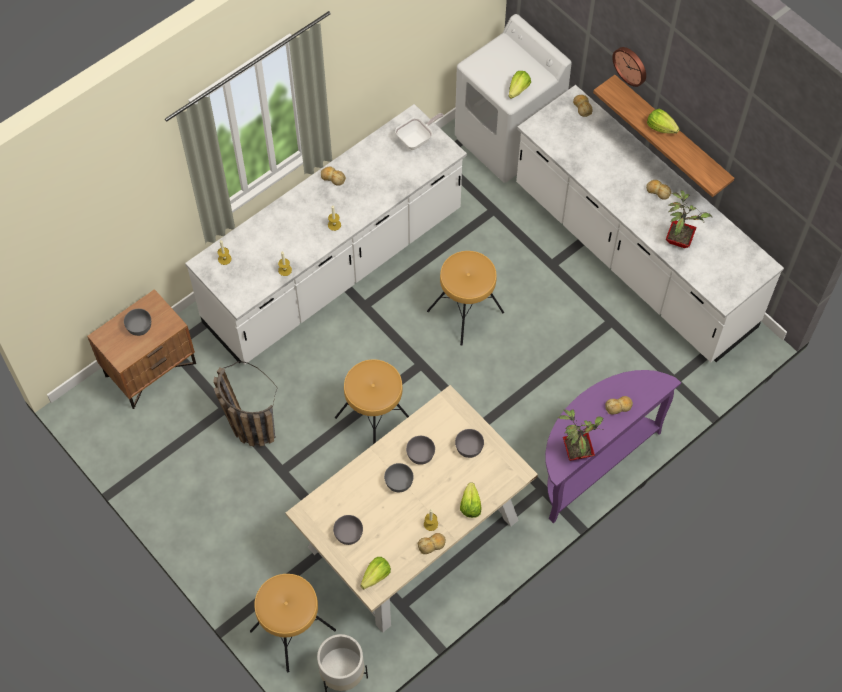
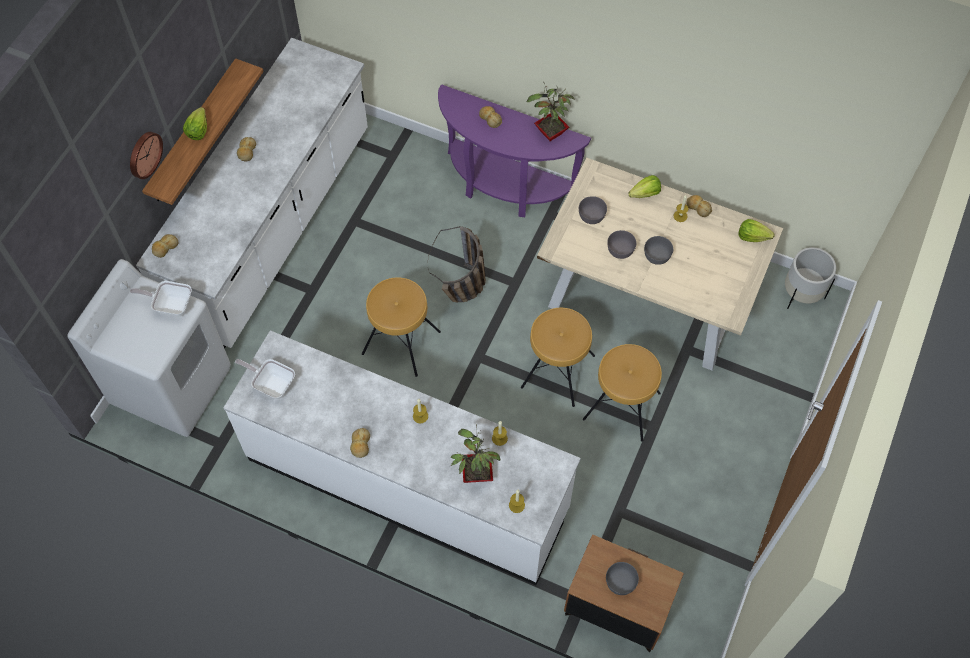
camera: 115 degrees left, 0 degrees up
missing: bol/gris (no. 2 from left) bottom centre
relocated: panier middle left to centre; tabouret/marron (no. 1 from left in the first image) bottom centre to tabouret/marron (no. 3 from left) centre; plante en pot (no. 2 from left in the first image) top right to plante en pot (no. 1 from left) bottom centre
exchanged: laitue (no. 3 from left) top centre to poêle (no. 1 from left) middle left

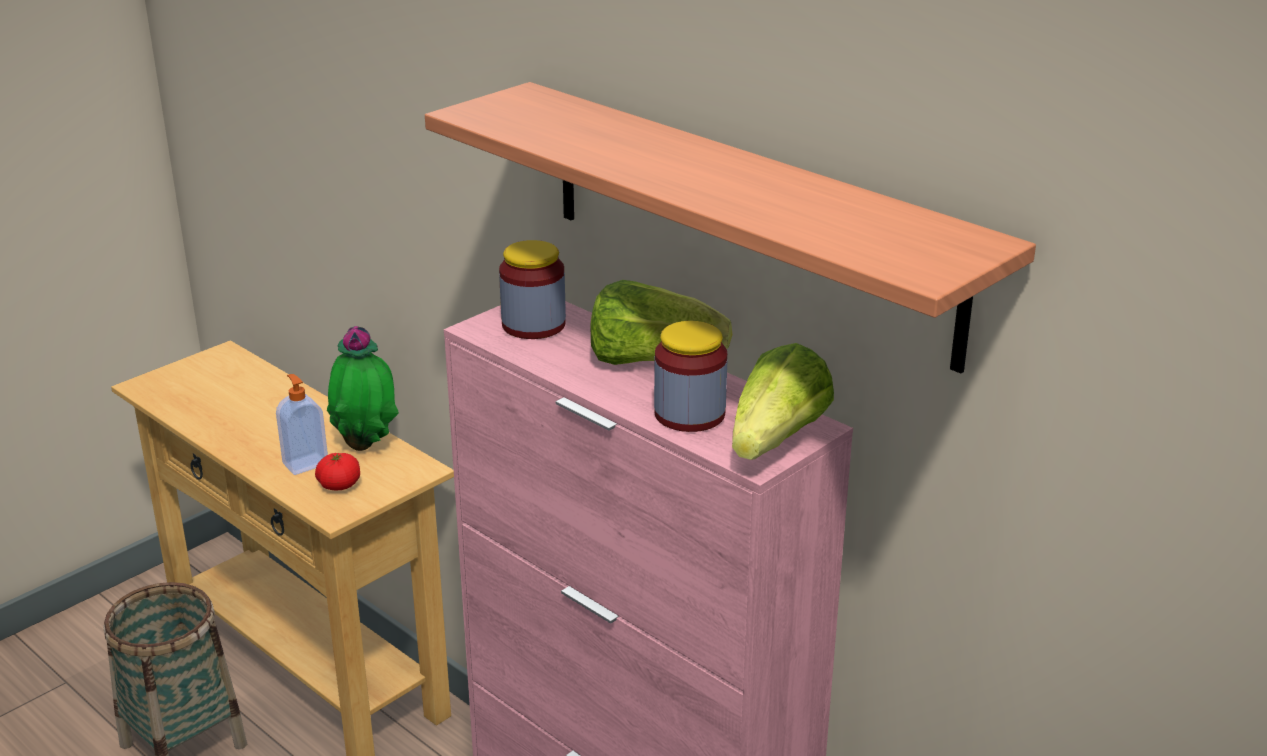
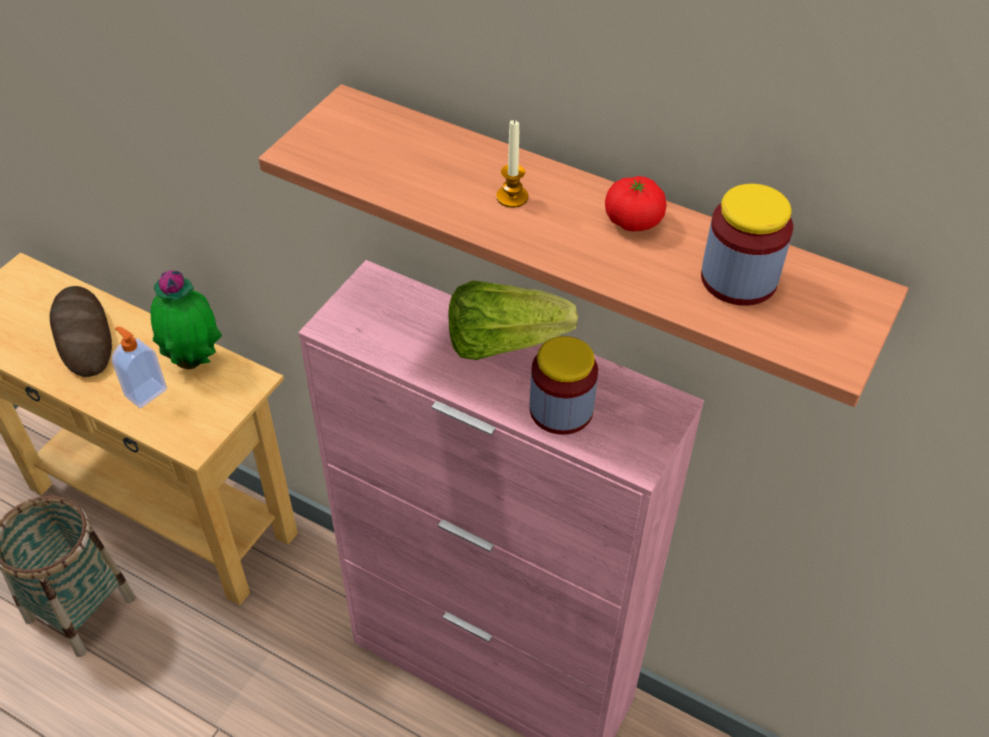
camera: 15 degrees left, 20 degrees up
missing: laitue (no. 2 from left) centre
appeared: pain middle left; bougie top centre
relocated: tomate middle left to top centre; bocal (no. 1 from left in the first image) centre to bocal (no. 2 from left) top right

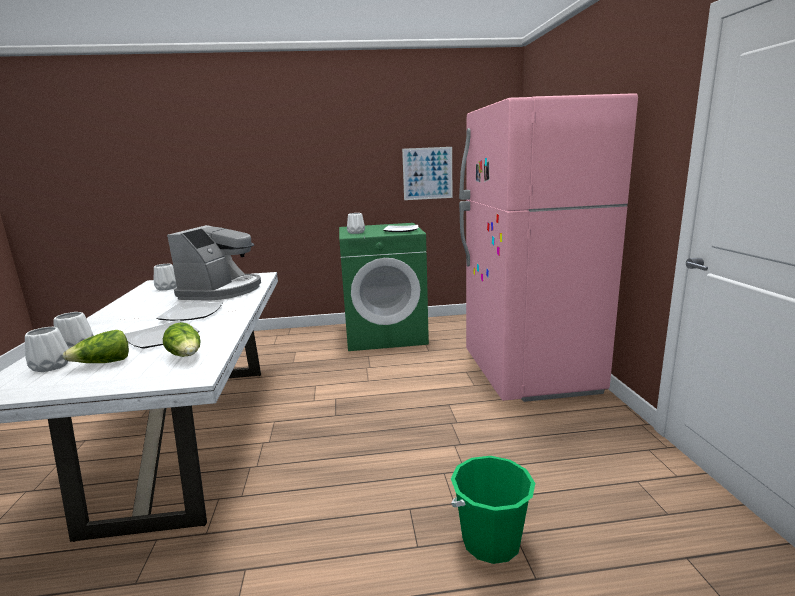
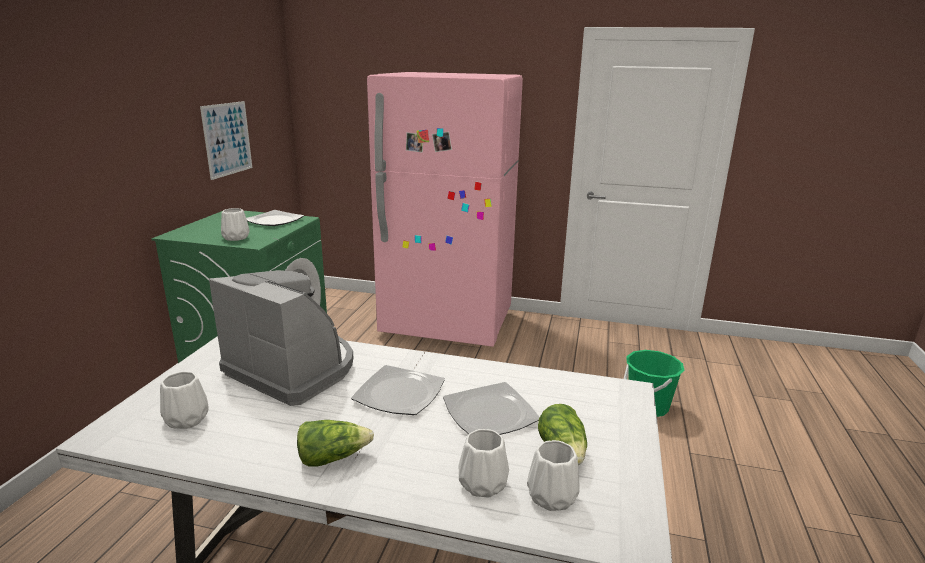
camera: 70 degrees left, 5 degrees up
relocated: laitue (no. 2 from left in the first image) middle left to laitue (no. 1 from left) bottom centre

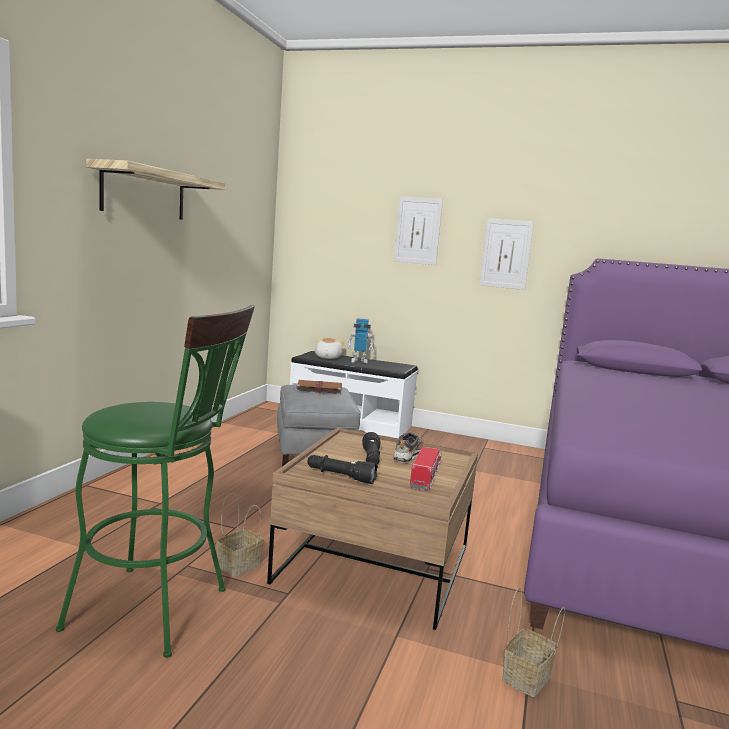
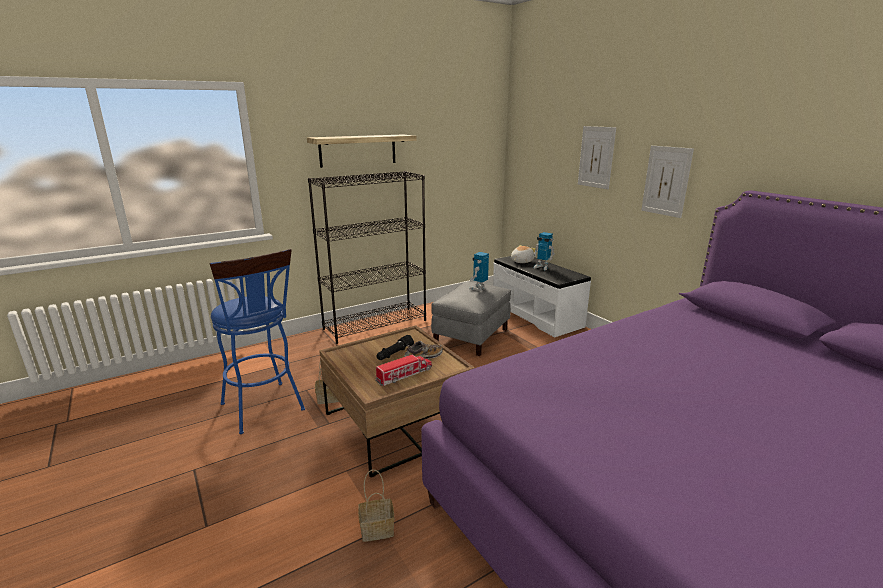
camera: 40 degrees right, 10 degrees up
missing: lampe de poche/noir (no. 1 from left) centre
appeared: bibliothèque/noir centre
exchanged: livre/marron centre to robot jouet (no. 1 from left) centre
colour: tabouret/vert middle left to tabouret/bleu middle left

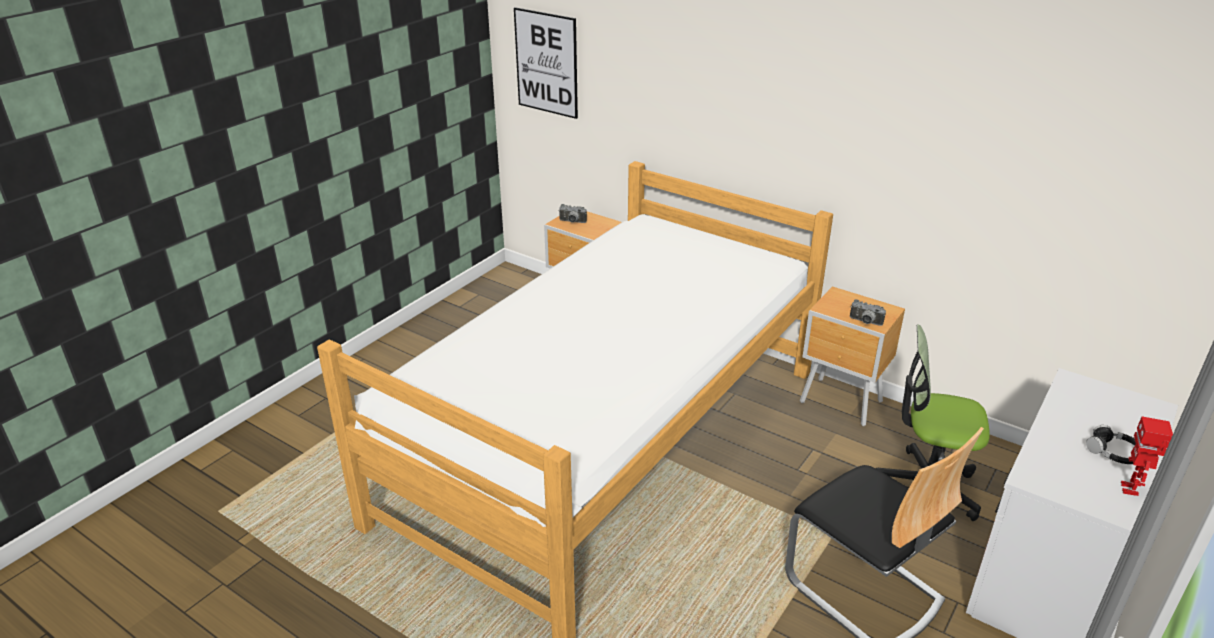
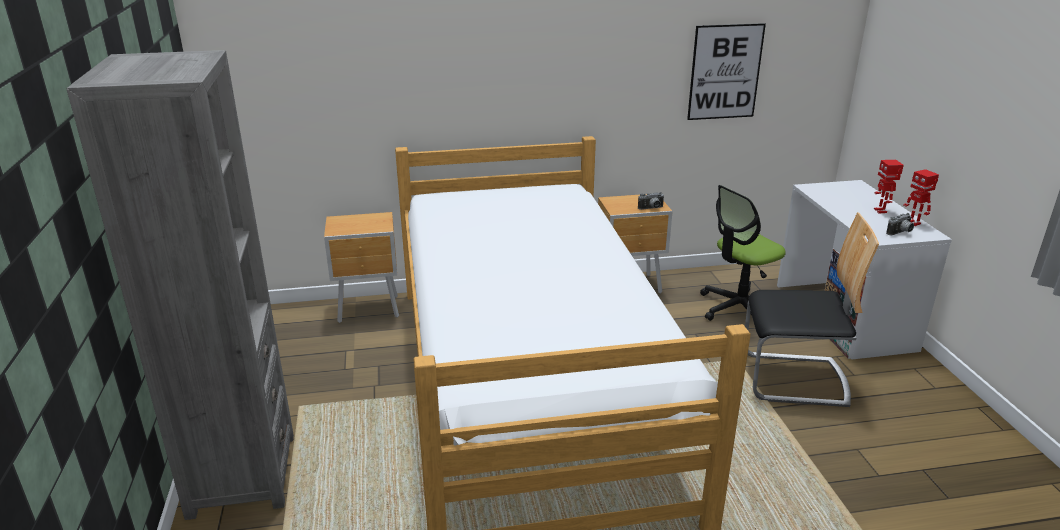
camera: 45 degrees left, 5 degrees down
appeared: bibliothèque/gris middle left
relocated: tableau top centre to top right; appareil photo (no. 1 from left in the first image) centre to appareil photo (no. 2 from left) middle right
exchanged: casque audio/noir bottom right to robot jouet (no. 1 from left) middle right

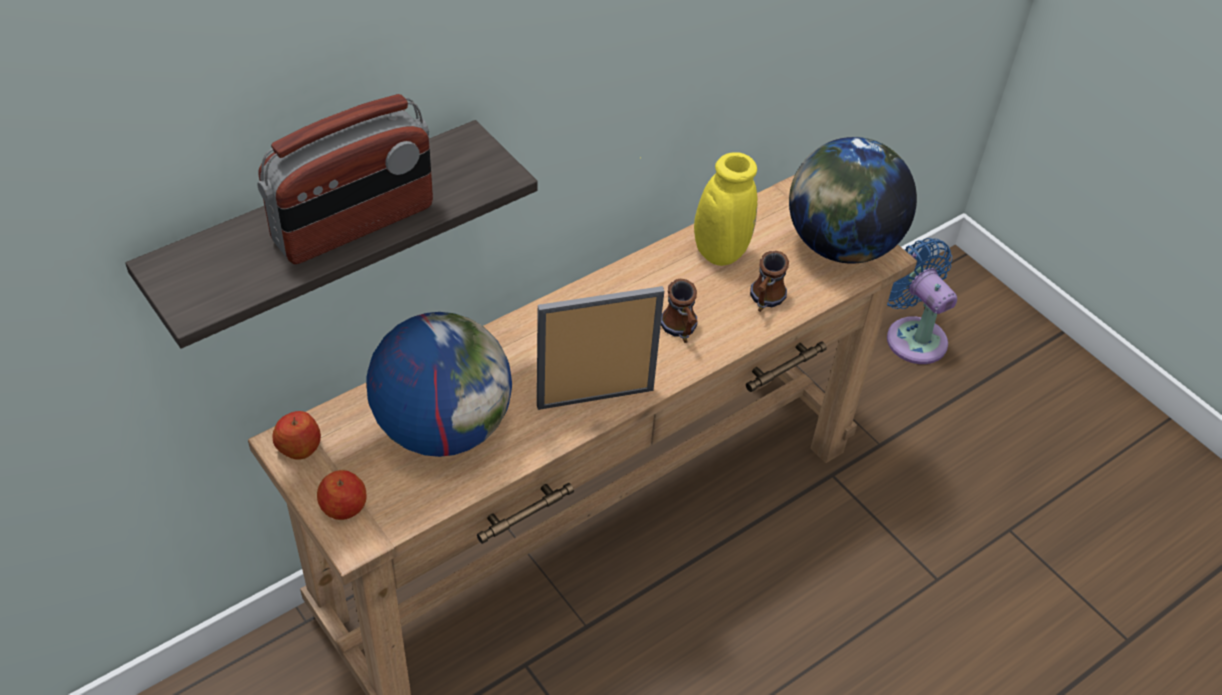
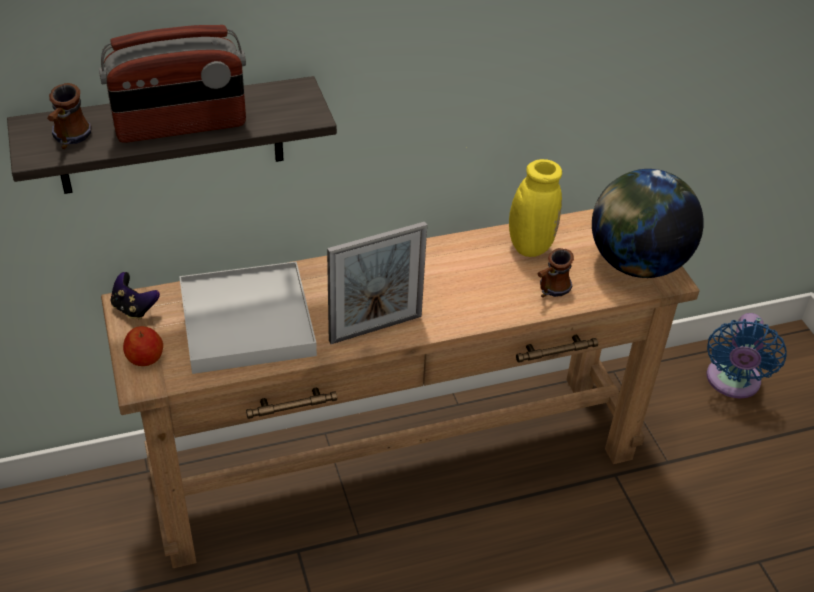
camera: 20 degrees right, 5 degrees down
relocated: mug (no. 1 from left) centre to top left
exchanged: pomme (no. 1 from left) middle left to manette middle left; globe (no. 1 from left) centre to plateau/blanc middle left
spun: cadre photo centre = centre 150 degrees clockwise; ventilateur/bleu middle right = middle right 150 degrees counterclockwise

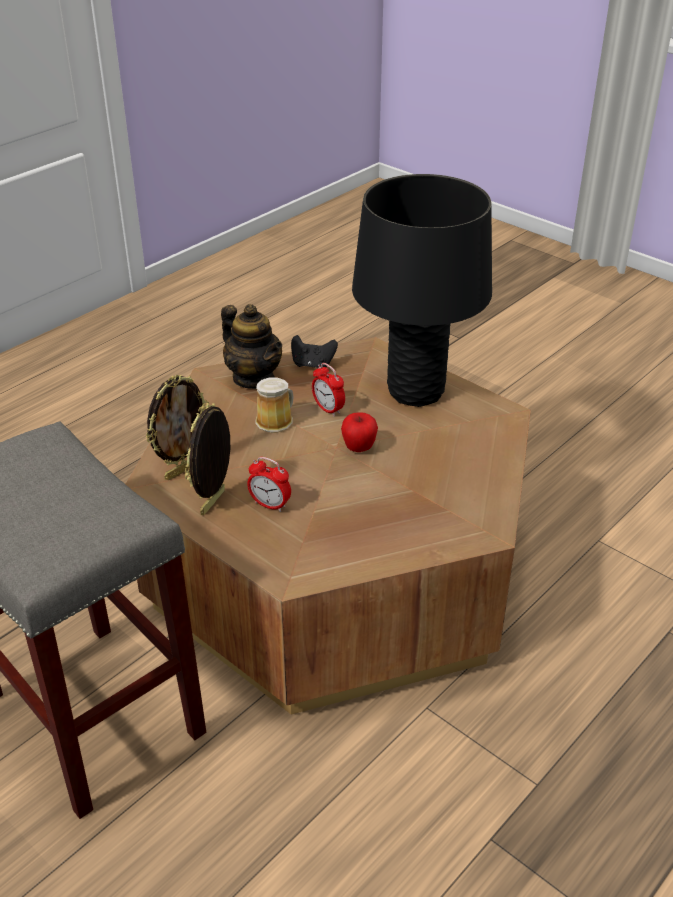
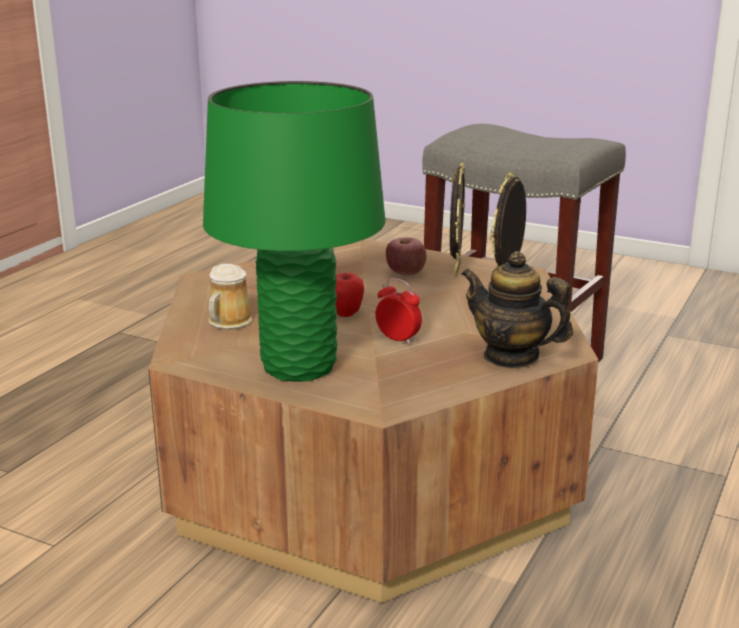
camera: 165 degrees right, 15 degrees down
missing: manette/noir centre
relocated: mug centre to middle left
exchanged: réveil (no. 1 from left) centre to pomme (no. 2 from left) centre
colour: lampe de table/noir top centre to lampe de table/vert centre

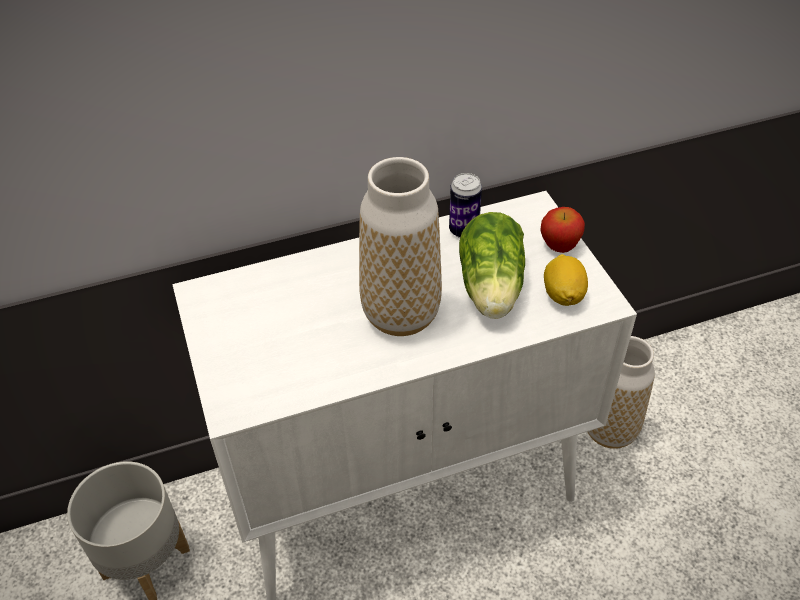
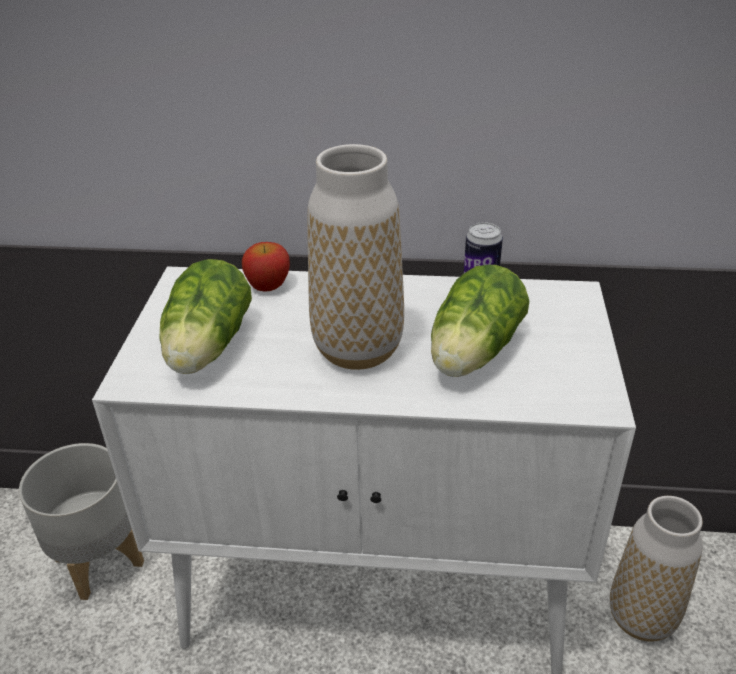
camera: 25 degrees right, 10 degrees down
missing: citron middle right
appeared: laitue (no. 1 from left) middle left
relocated: pomme middle right to centre

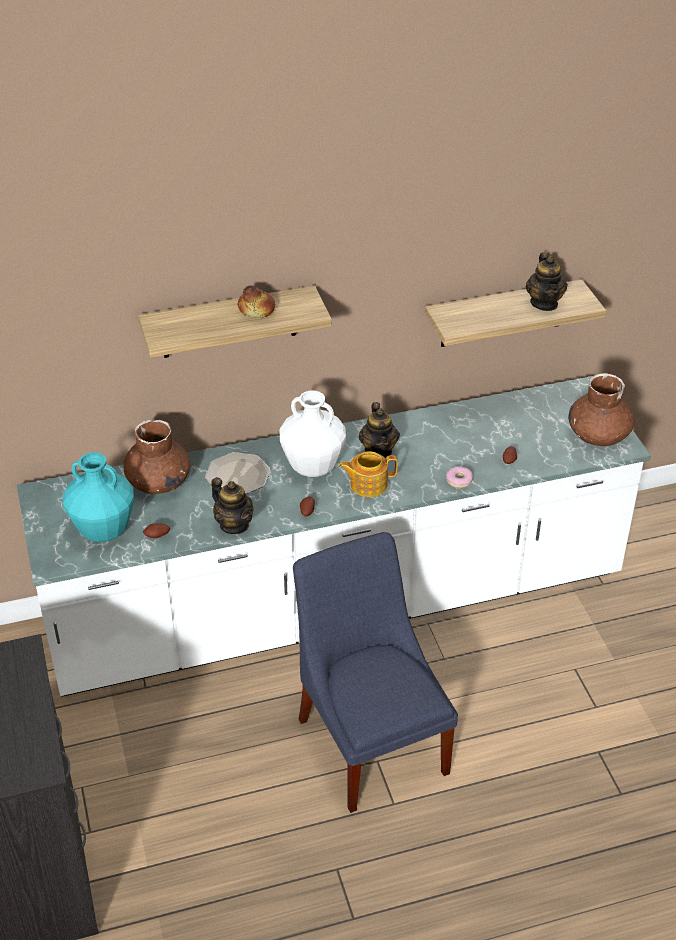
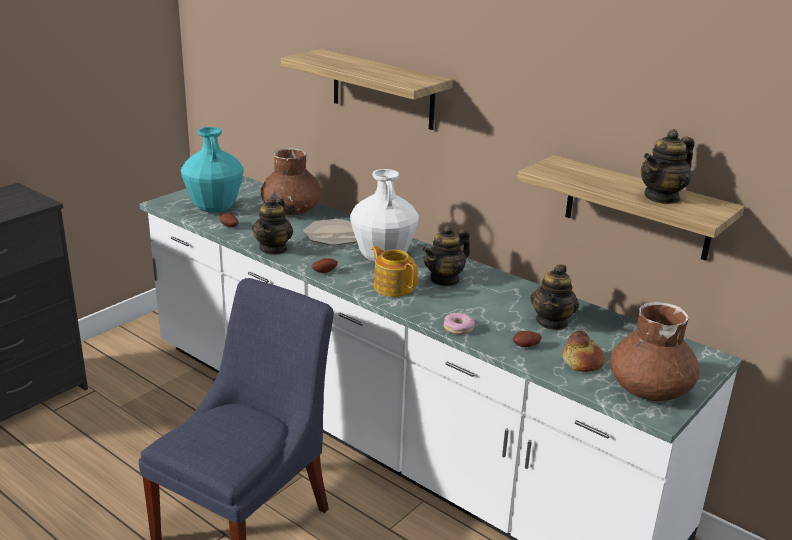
camera: 55 degrees right, 15 degrees down
appeared: théière (no. 4 from left) middle right
relocated: pain top centre to middle right

